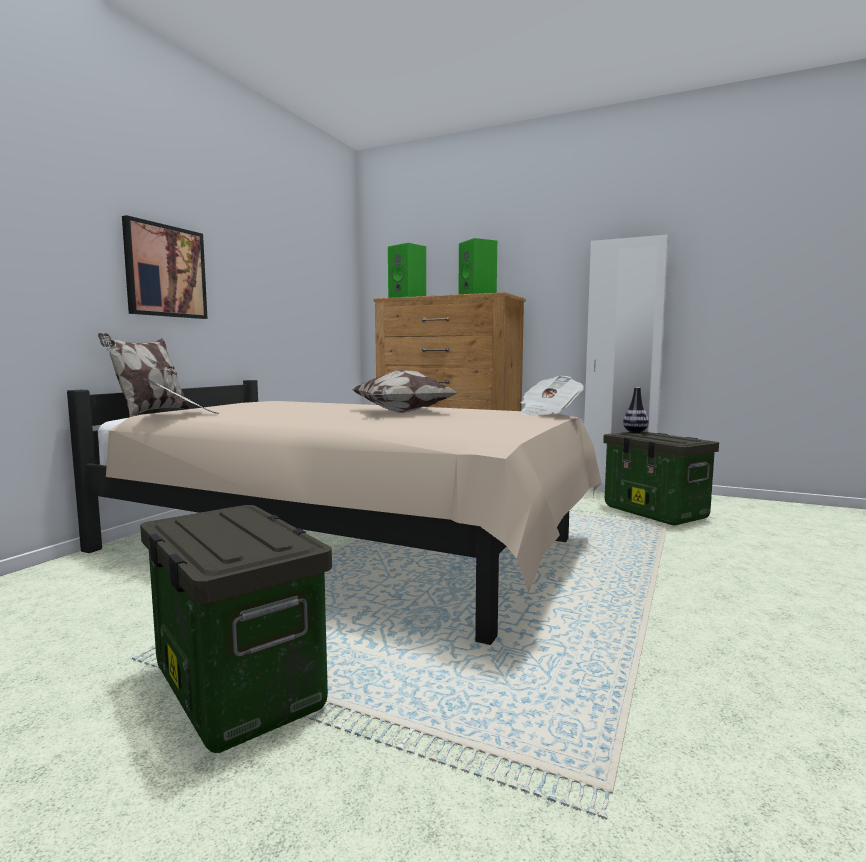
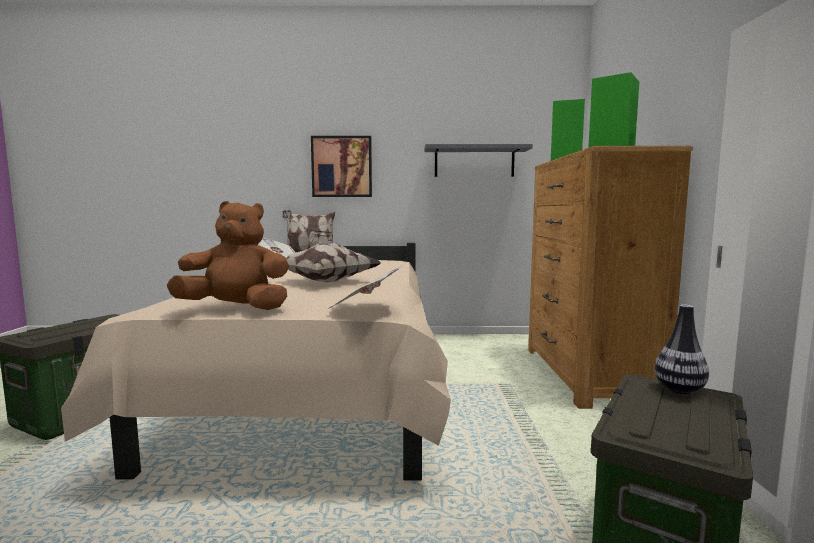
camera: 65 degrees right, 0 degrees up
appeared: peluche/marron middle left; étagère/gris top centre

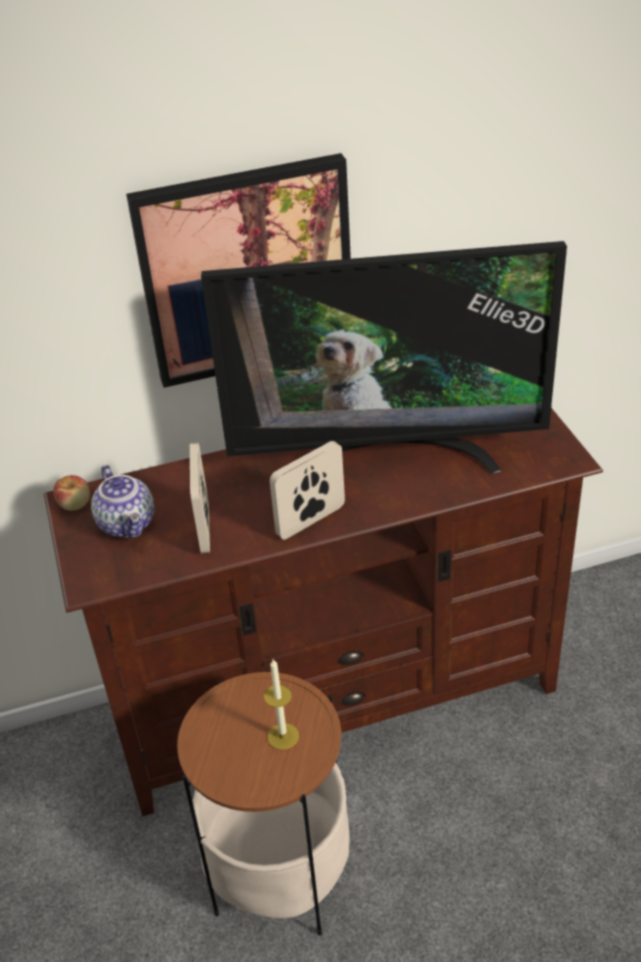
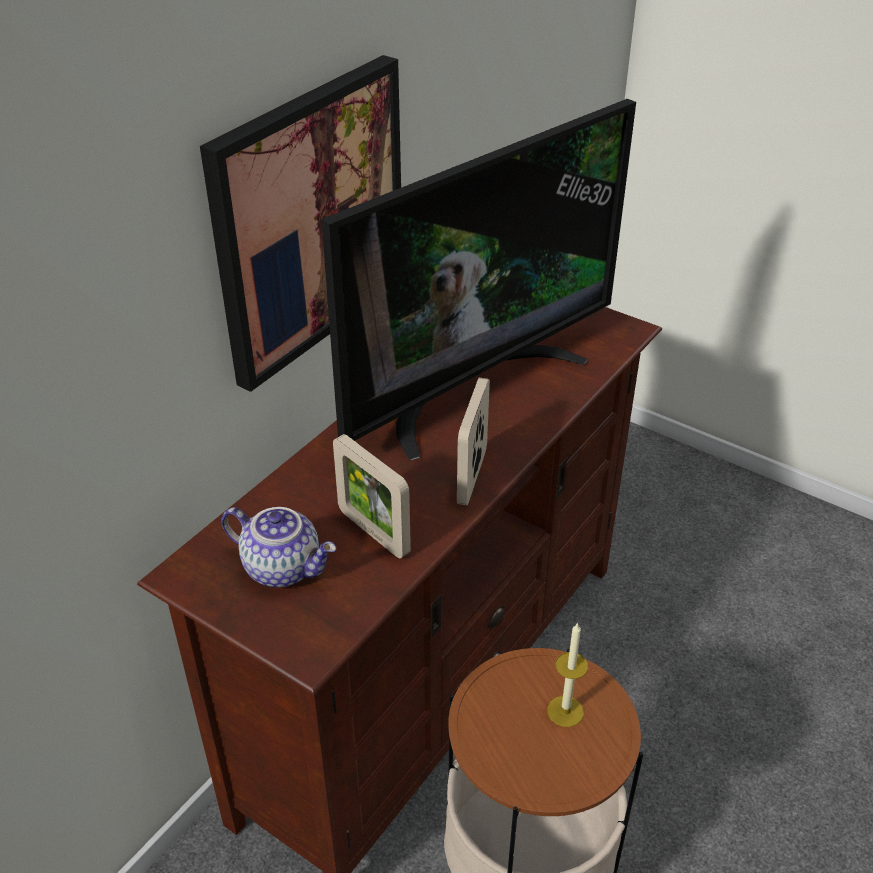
camera: 40 degrees left, 0 degrees up
missing: pomme middle left

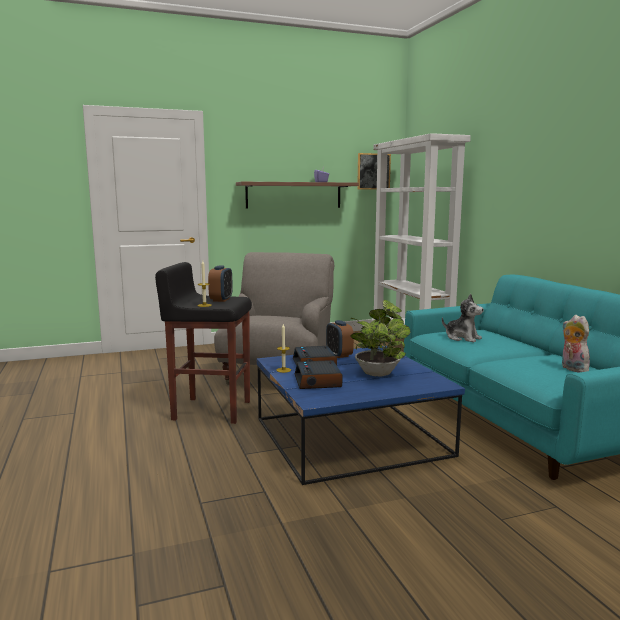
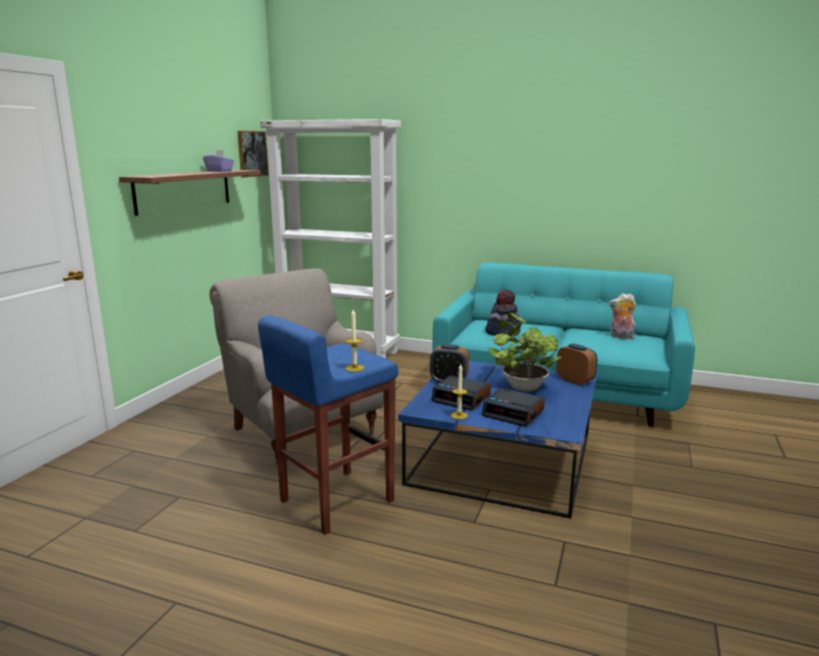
camera: 50 degrees left, 5 degrees up
relocated: réveil (no. 1 from left in the first image) centre to réveil (no. 4 from left) middle right
exchanged: peluche (no. 1 from left) middle right to chapeau centre
colour: tabouret/noir middle left to tabouret/bleu centre

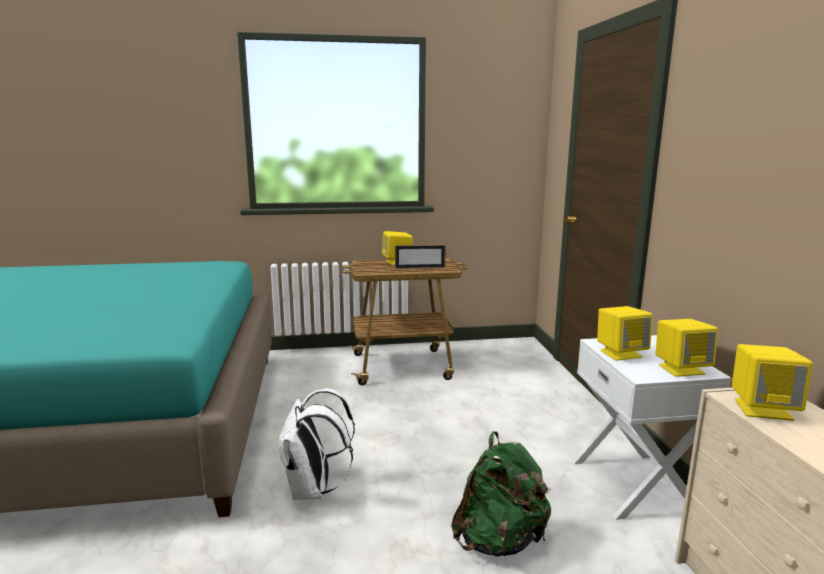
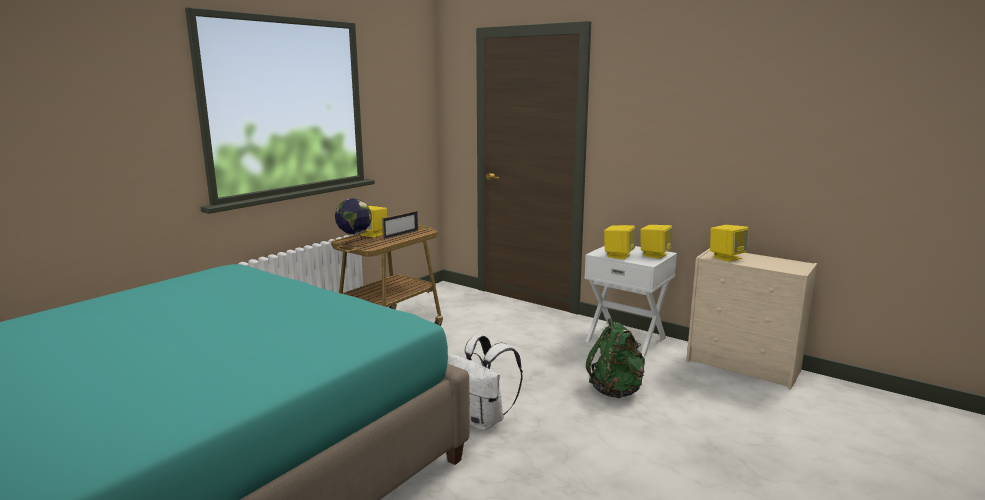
camera: 45 degrees left, 0 degrees up
appeared: globe centre

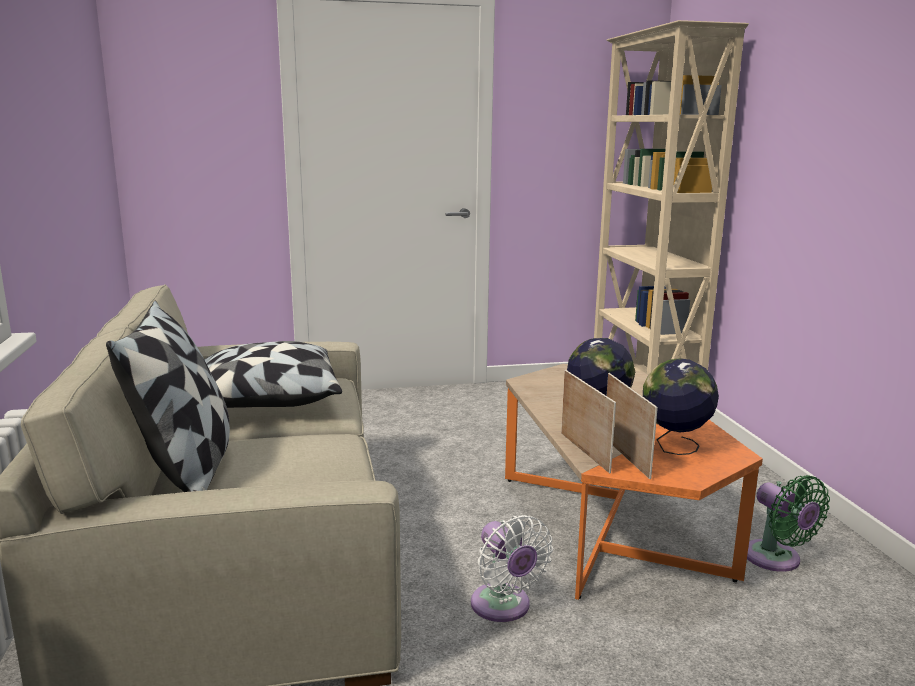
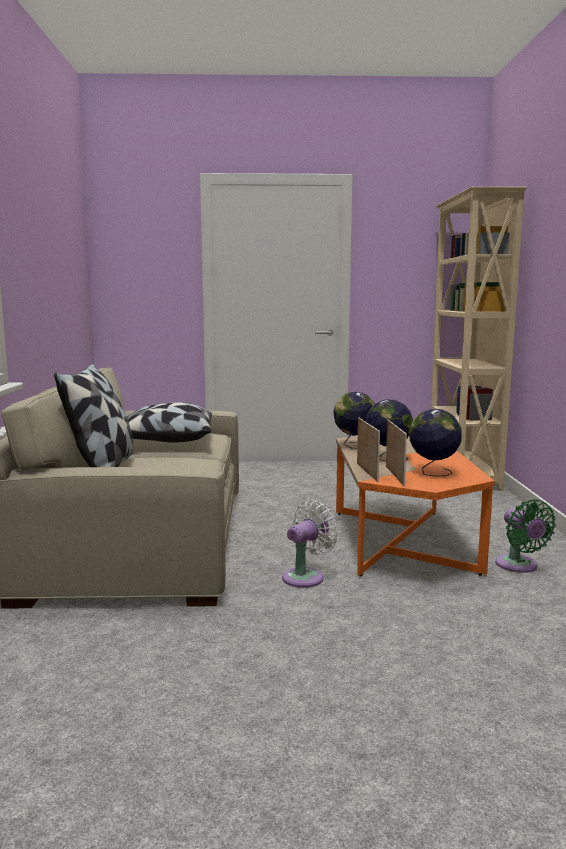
camera: 10 degrees right, 5 degrees down
appeared: globe (no. 1 from left) centre
spun: ventilateur/blanc bottom centre = centre 120 degrees counterclockwise

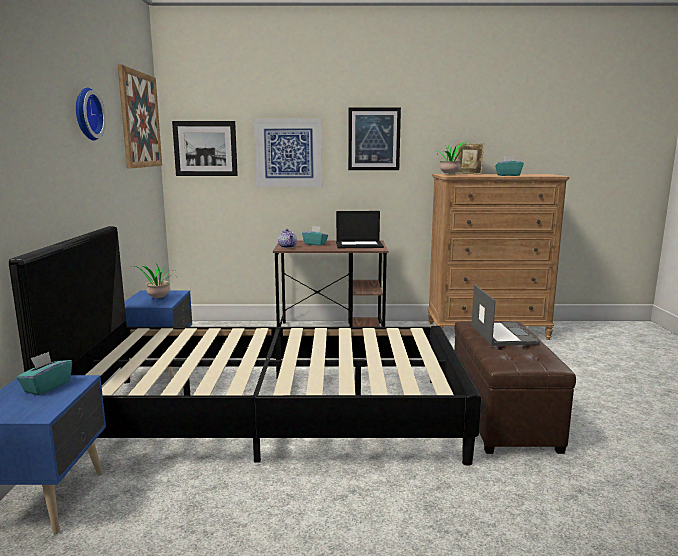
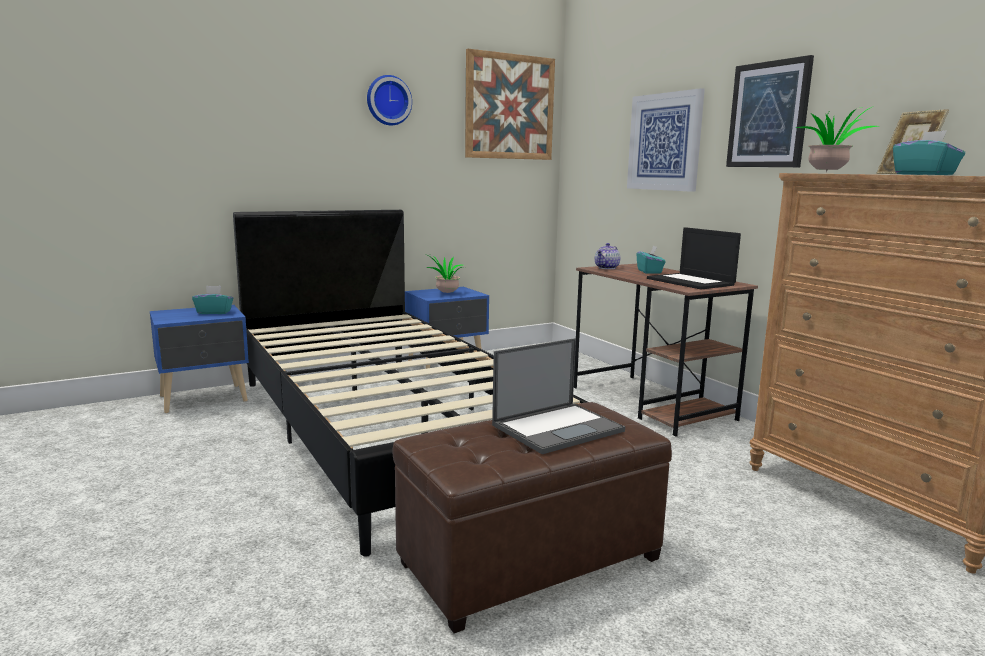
camera: 60 degrees right, 0 degrees up
missing: tableau (no. 2 from left) top left

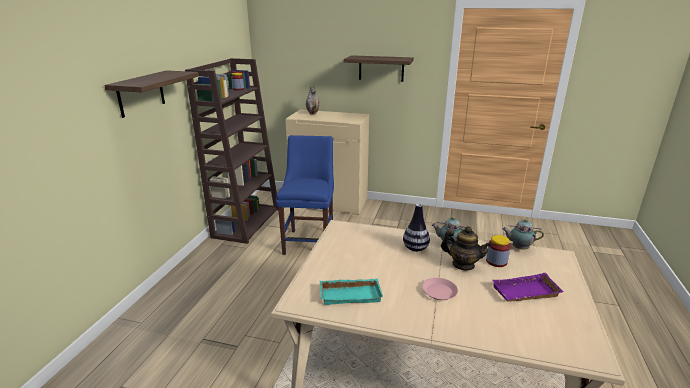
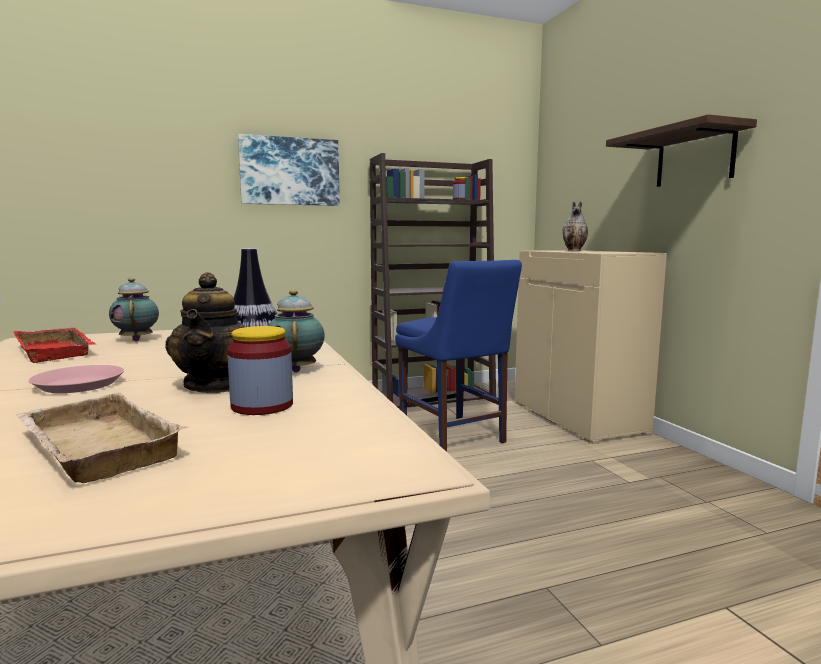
camera: 55 degrees right, 15 degrees down
relocated: théière (no. 3 from left in the first image) middle right to théière (no. 1 from left) middle left
exchanged: étagère (no. 1 from left) top left to tableau top centre
colour: plateau/turquoise bottom centre to plateau/rouge middle left; plateau/violet bottom right to plateau/beige middle left
spun: chaise/bleu centre = centre 90 degrees clockwise

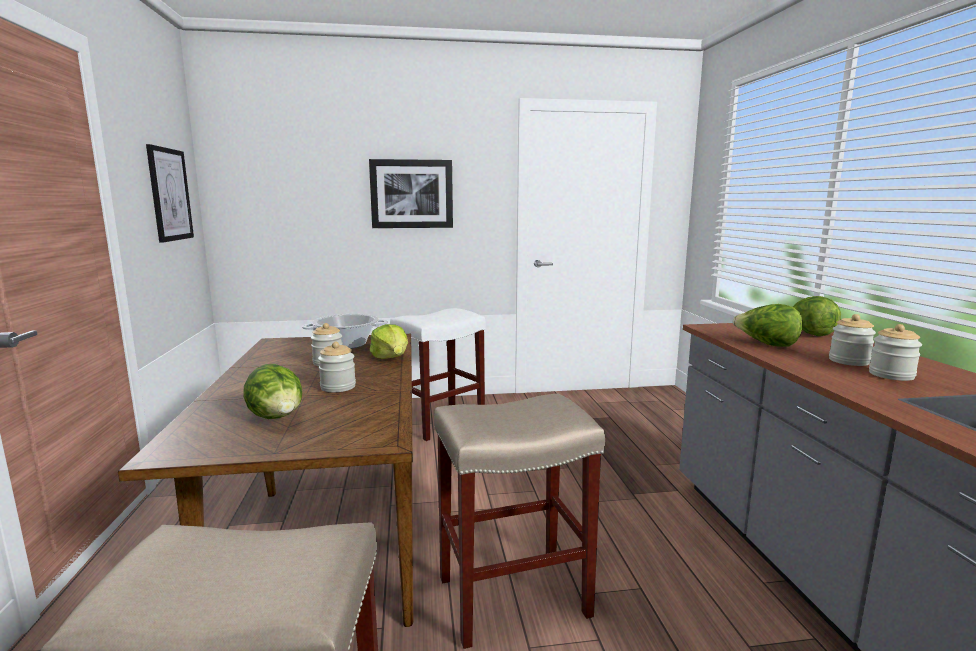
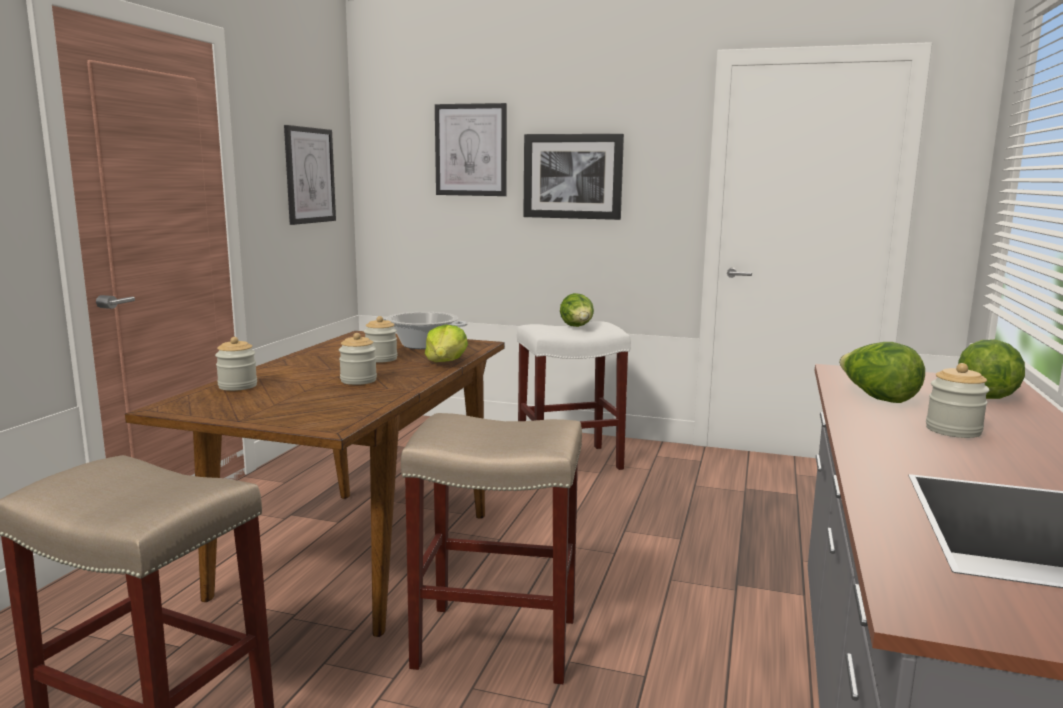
camera: 25 degrees right, 0 degrees up
appeared: tableau (no. 2 from left) top centre
relocated: laitue (no. 1 from left in the first image) middle left to laitue (no. 2 from left) centre; bocal (no. 4 from left in the first image) middle right to bocal (no. 1 from left) middle left

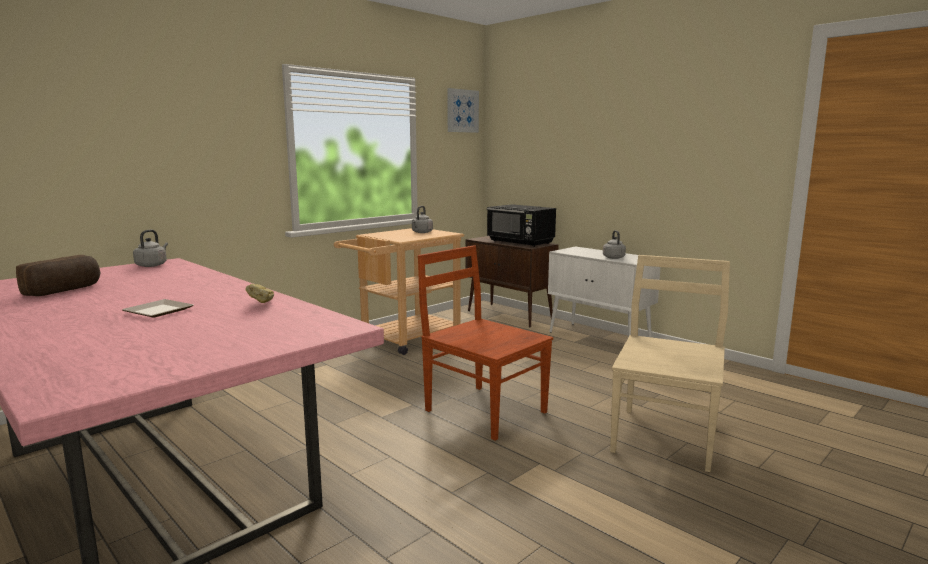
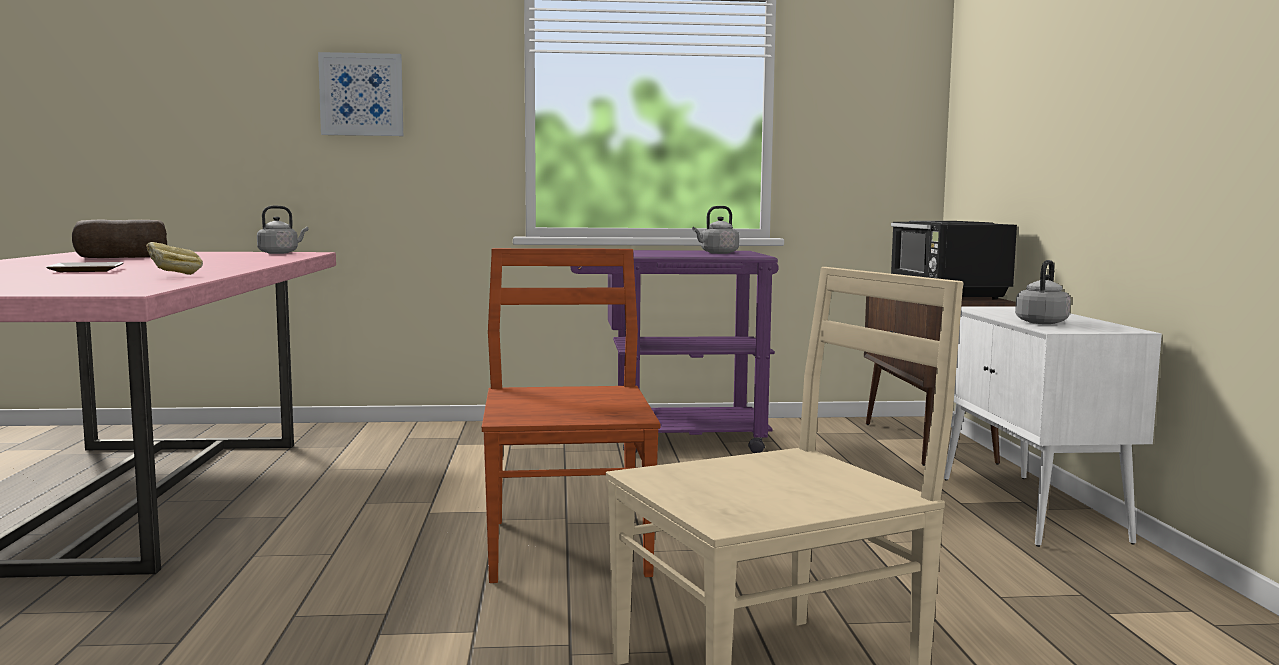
camera: 40 degrees right, 5 degrees down
relocated: tableau top centre to top left
colour: chariot/beige centre to chariot/violet centre

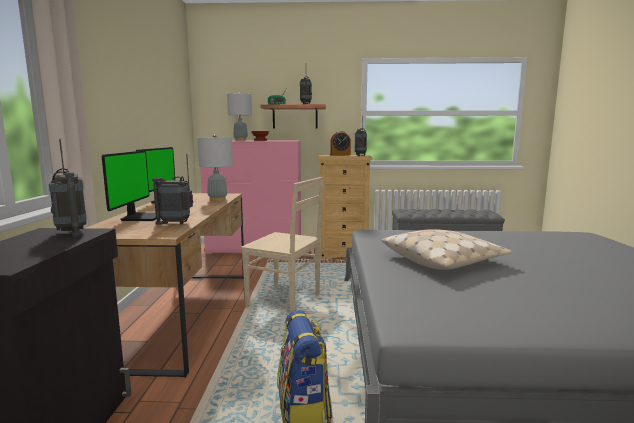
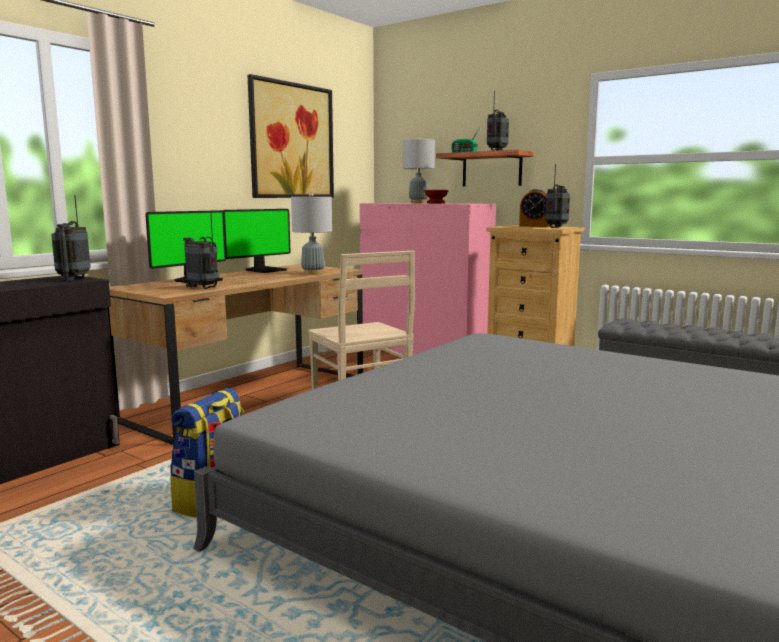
camera: 35 degrees right, 0 degrees up
missing: coussin/beige middle right
appeared: tableau top centre

